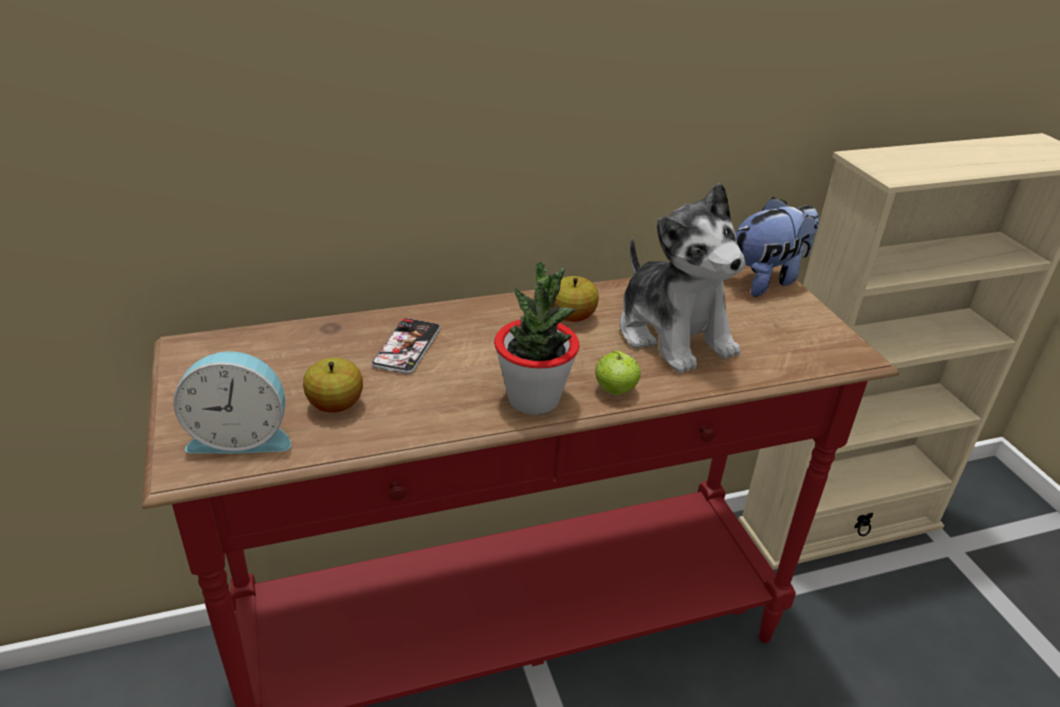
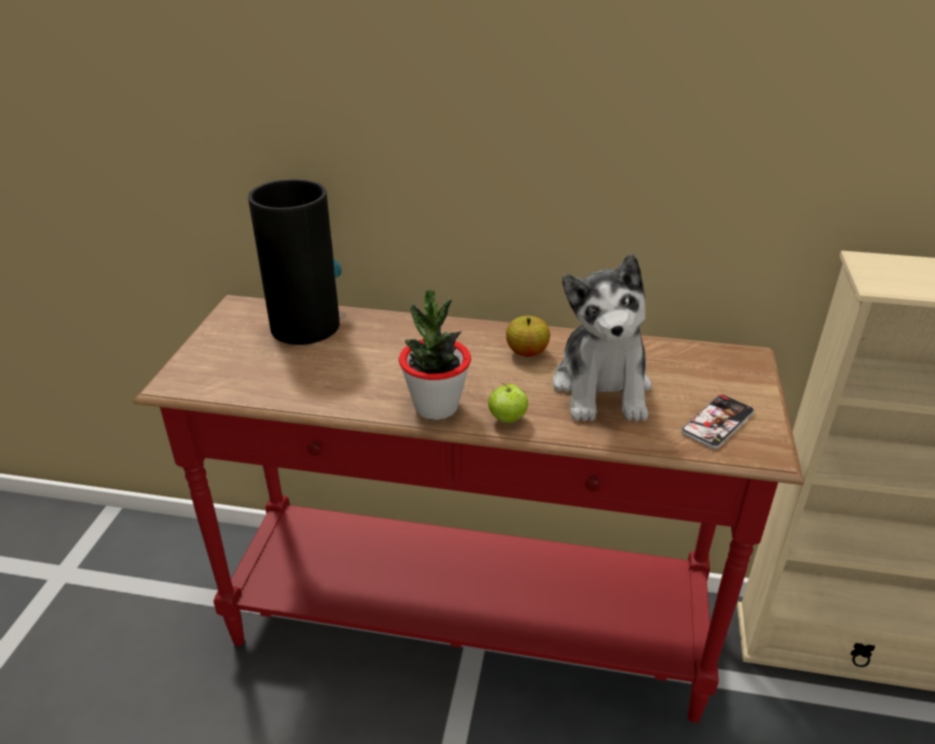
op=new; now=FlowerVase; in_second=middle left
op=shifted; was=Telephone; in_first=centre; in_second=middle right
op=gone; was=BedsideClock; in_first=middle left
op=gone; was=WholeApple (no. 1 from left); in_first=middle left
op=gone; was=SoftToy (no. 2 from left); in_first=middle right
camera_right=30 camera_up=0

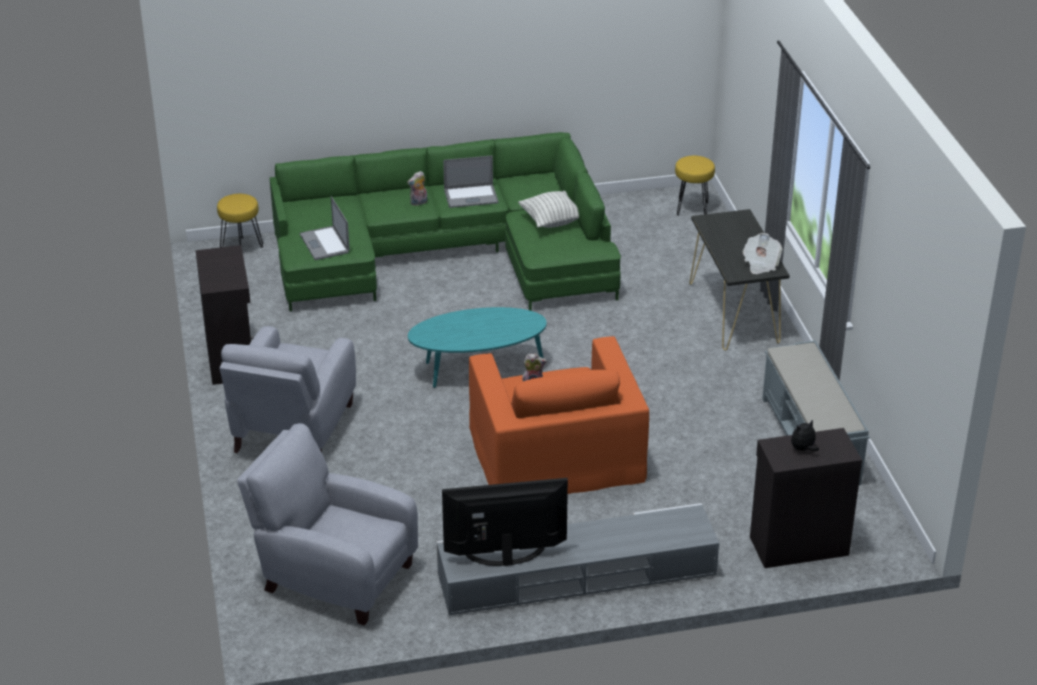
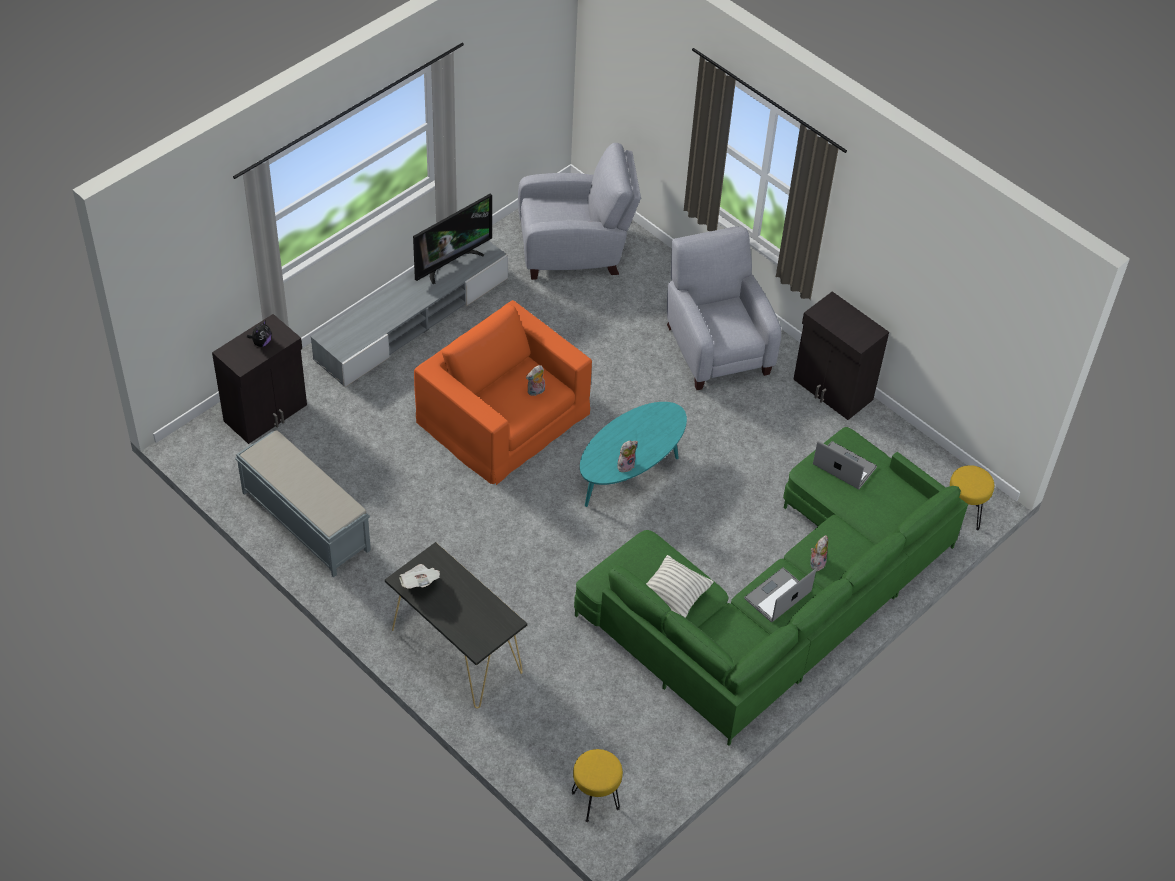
op=new; now=SoftToy (no. 3 from left); in_second=centre
camera_right=145 camera_up=15

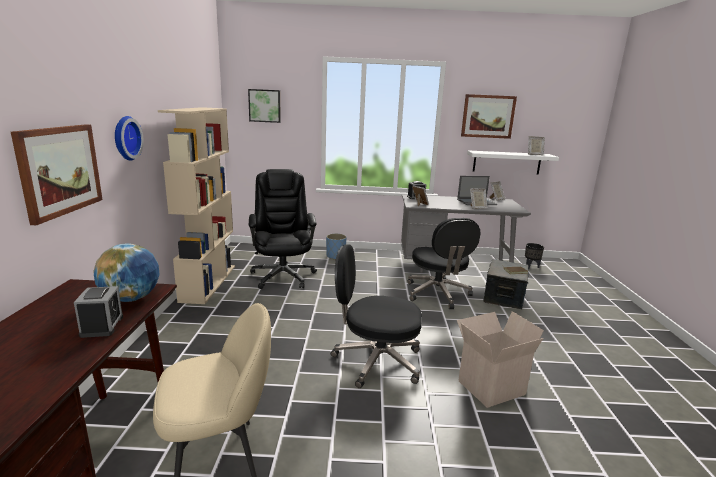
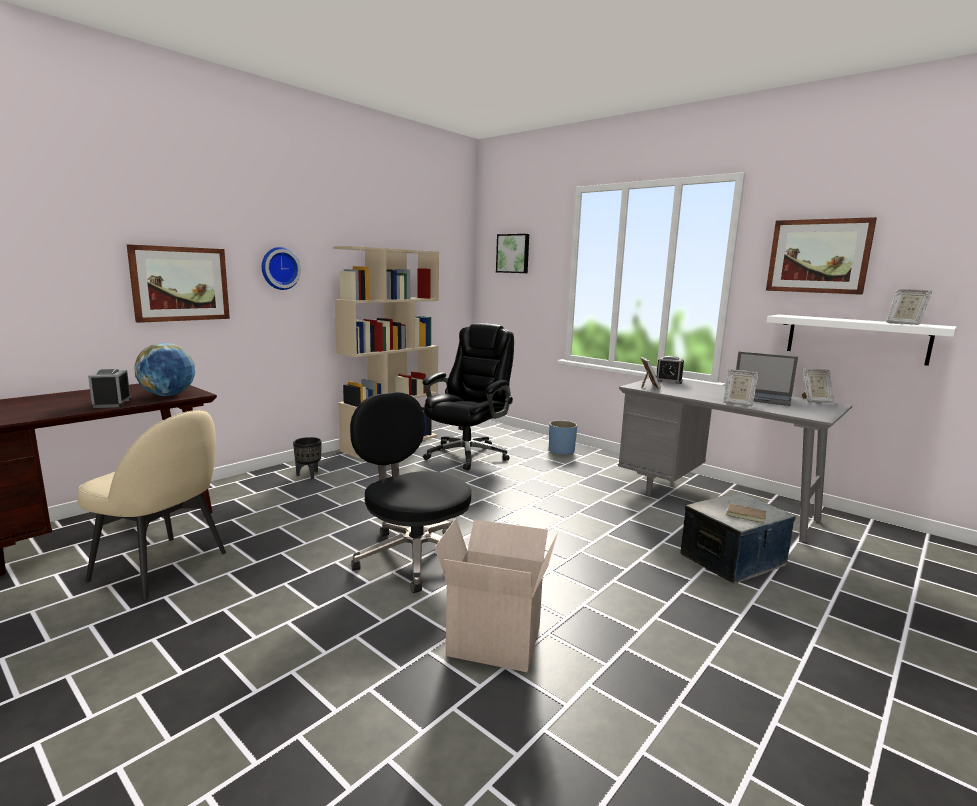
op=rotated; was=BedsideClock (no. 1 from left); in_first=middle left; in_second=middle left; clockwise=135
op=shifted; was=BlackPlantPot; in_first=middle right; in_second=middle left
op=gone; was=BlackOfficeChair (no. 3 from left); in_first=centre
camera_right=40 camera_up=-5

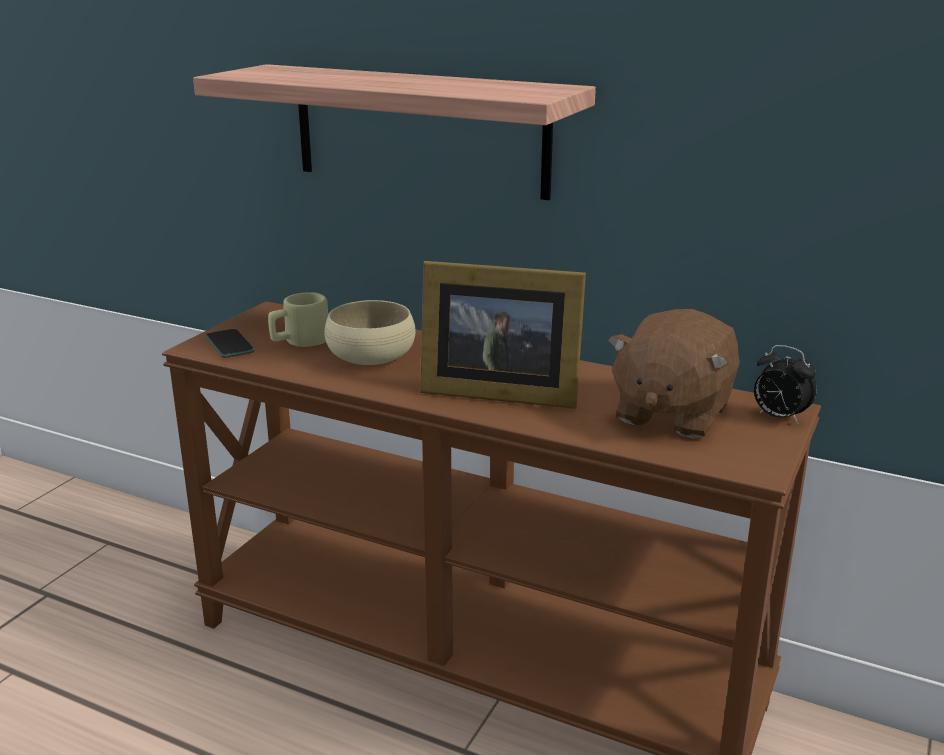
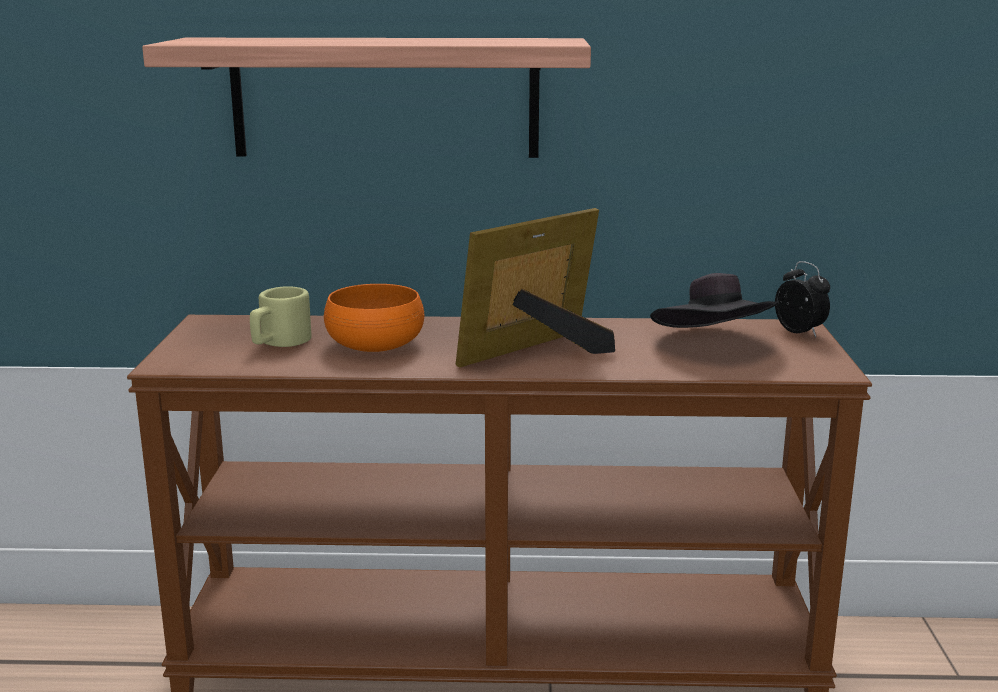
op=repainted; was=SandColouredBowl; now=OrangeyBowl; in_first=centre; in_second=centre
op=rotated; was=PhotoFrame; in_first=centre; in_second=centre; clockwise=150
op=swapped; was=BrownishSoftToy; now=BlackWearableHat; in_first=middle right; in_second=middle right
op=rotated; was=BedsideClock; in_first=middle right; in_second=middle right; clockwise=-135
op=gone; was=Telephone; in_first=middle left
camera_right=-25 camera_up=-5

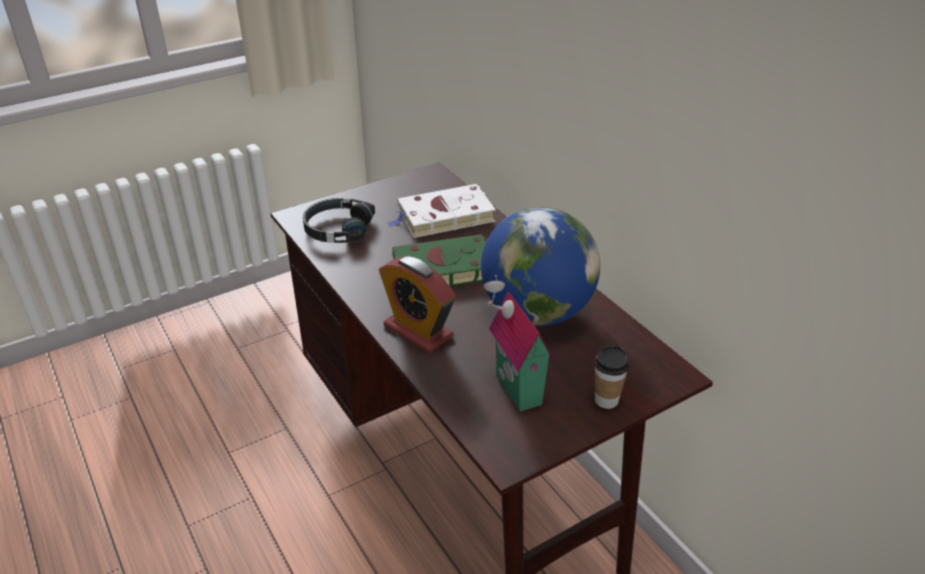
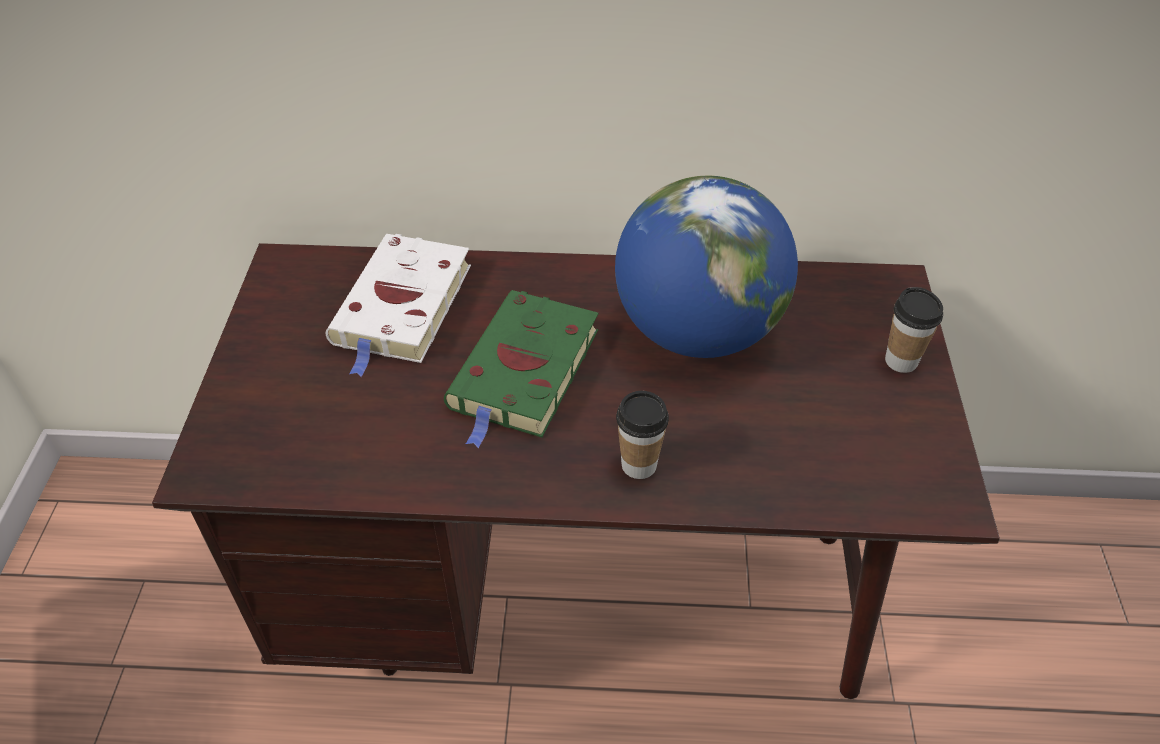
op=swapped; was=BedsideClock; now=SmallCup (no. 1 from left); in_first=centre; in_second=centre
op=gone; was=BlackPairOfHeadphones; in_first=centre
op=gone; was=ToyHouse; in_first=centre
camera_right=-55 camera_up=10

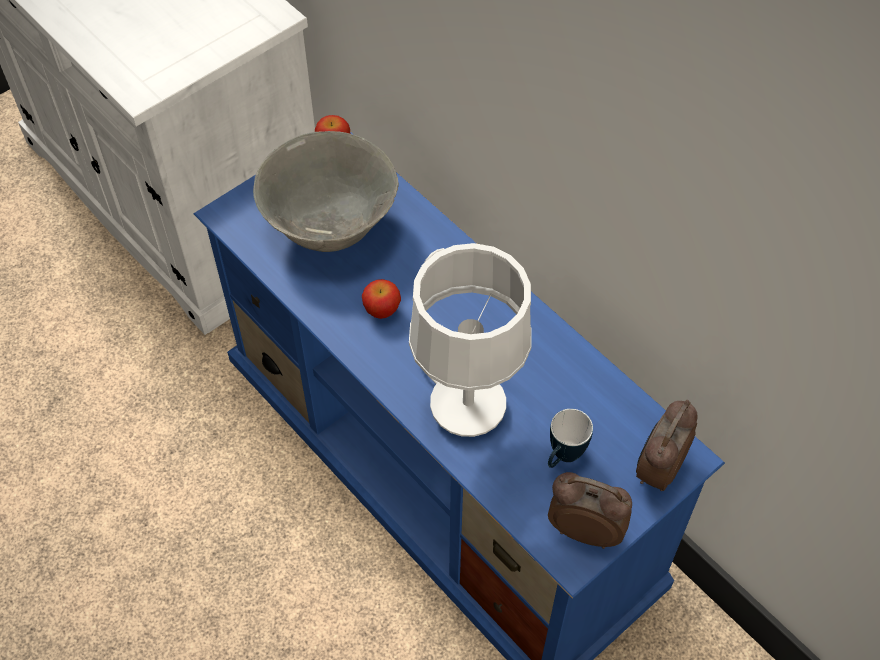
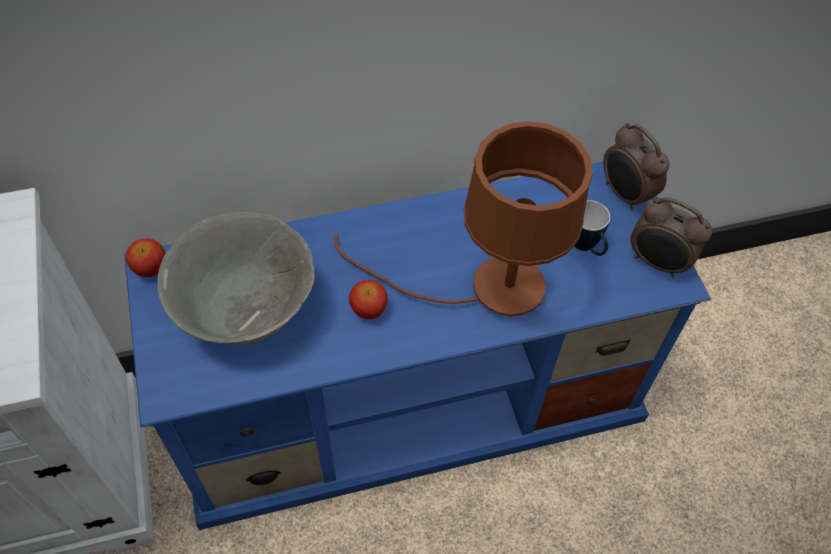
op=repainted; was=WhiteTabletopLamp; now=BrownishTabletopLamp; in_first=centre; in_second=centre
op=rotated; was=BedsideClock (no. 1 from left in the first image); in_first=bottom right; in_second=middle right; clockwise=-105
camera_right=-65 camera_up=0

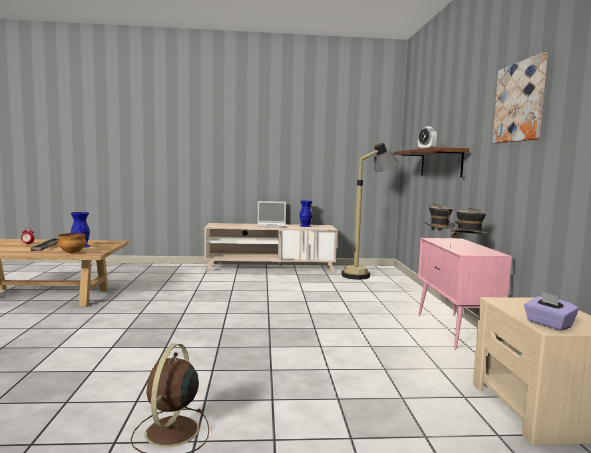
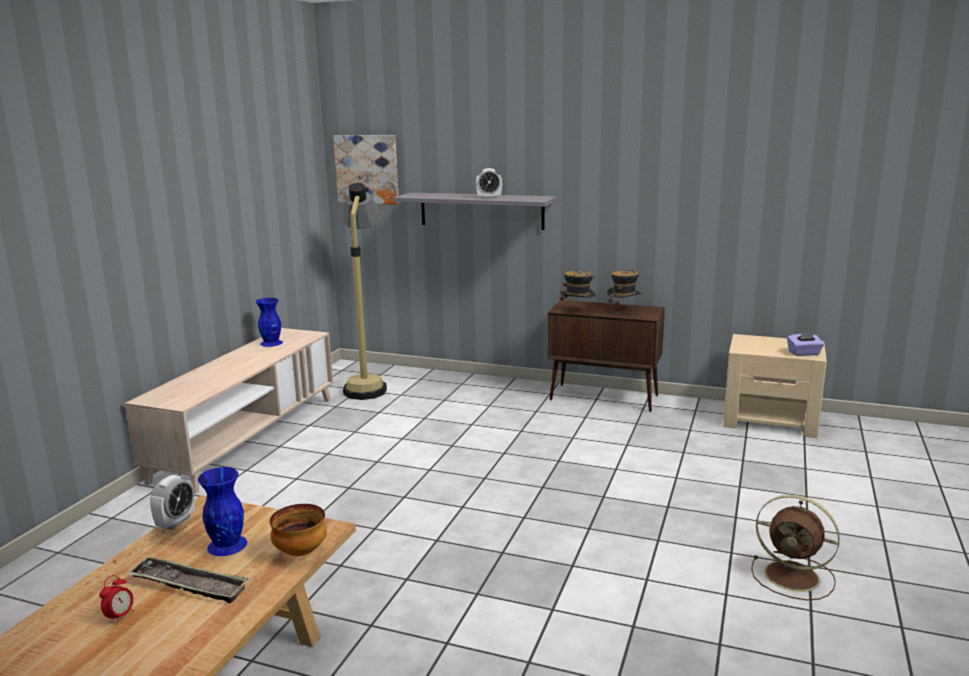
op=new; now=BedsideClock (no. 2 from left); in_second=bottom left
op=shifted; was=Picture; in_first=top right; in_second=top centre
op=repainted; was=BrownishWallShelf; now=GreyishWallShelf; in_first=middle right; in_second=top centre
op=repainted; was=PinkColouredStorageCabinet; now=BrownishStorageCabinet; in_first=middle right; in_second=centre
op=gone; was=Laptop; in_first=centre
camera_right=-65 camera_up=10

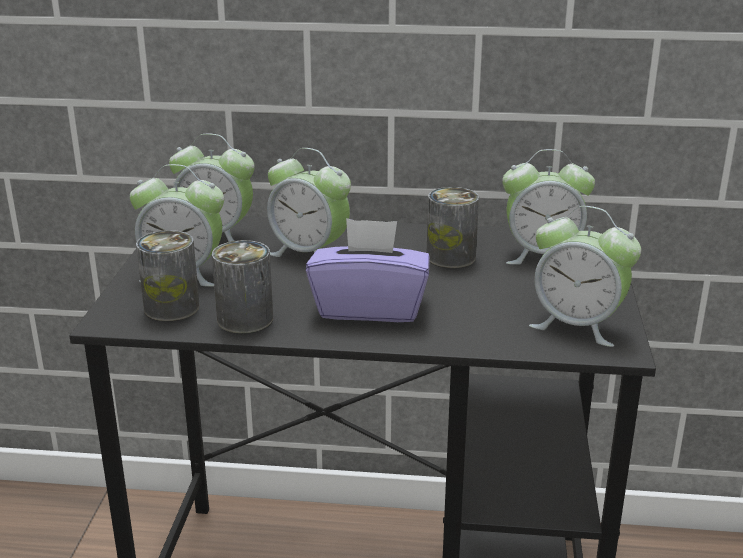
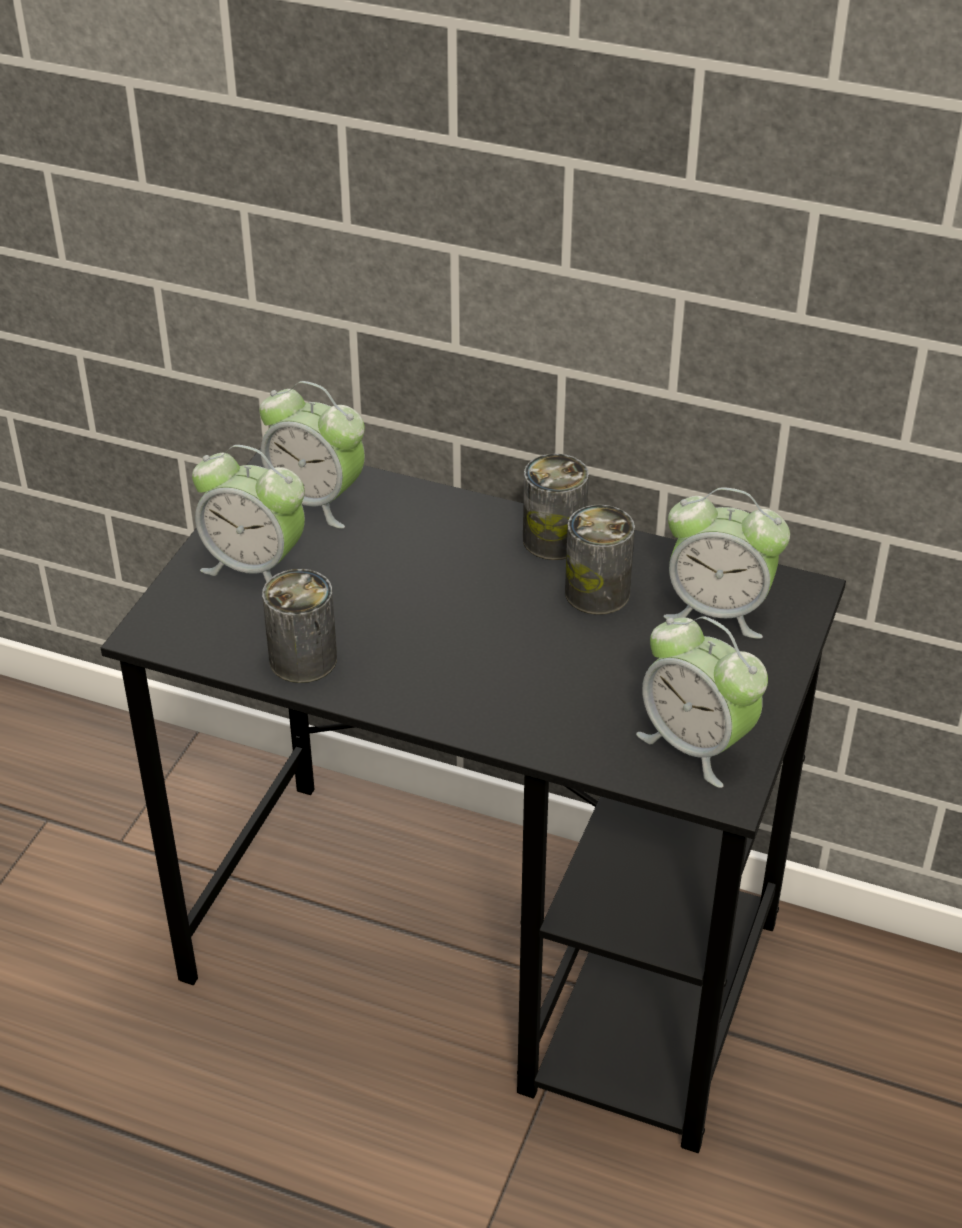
op=shifted; was=Can (no. 1 from left in the first image); now=Can (no. 2 from left); in_first=middle left; in_second=centre
op=gone; was=BedsideClock (no. 3 from left); in_first=centre
op=gone; was=PurpleBoxOfTissues; in_first=centre
camera_right=15 camera_up=15

